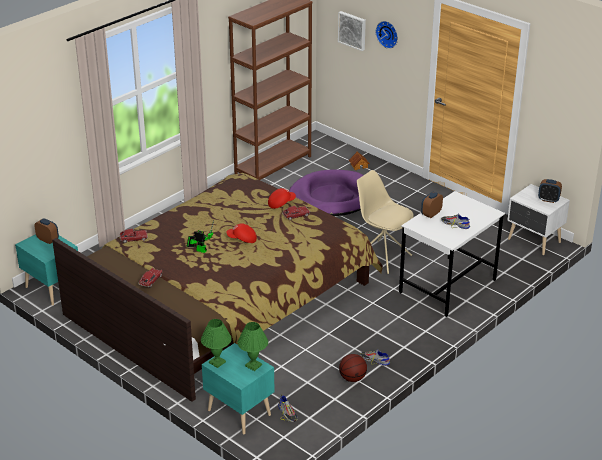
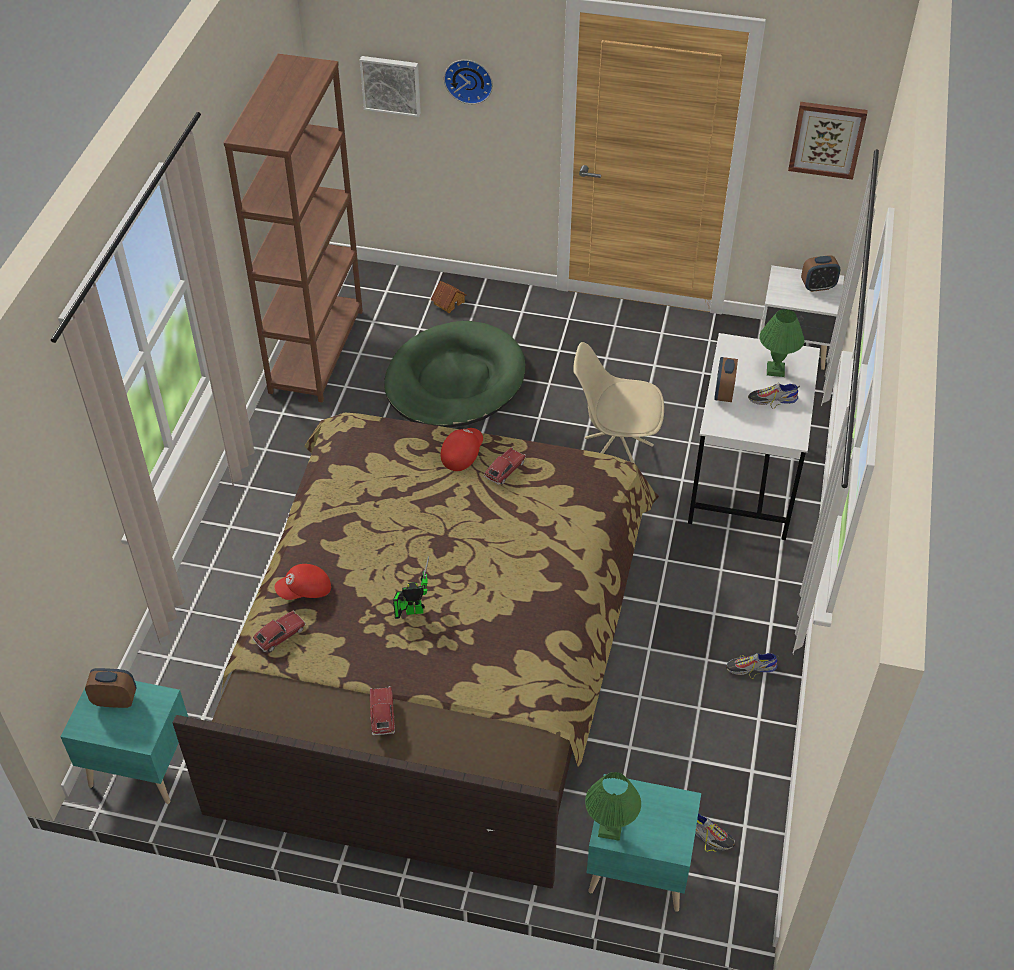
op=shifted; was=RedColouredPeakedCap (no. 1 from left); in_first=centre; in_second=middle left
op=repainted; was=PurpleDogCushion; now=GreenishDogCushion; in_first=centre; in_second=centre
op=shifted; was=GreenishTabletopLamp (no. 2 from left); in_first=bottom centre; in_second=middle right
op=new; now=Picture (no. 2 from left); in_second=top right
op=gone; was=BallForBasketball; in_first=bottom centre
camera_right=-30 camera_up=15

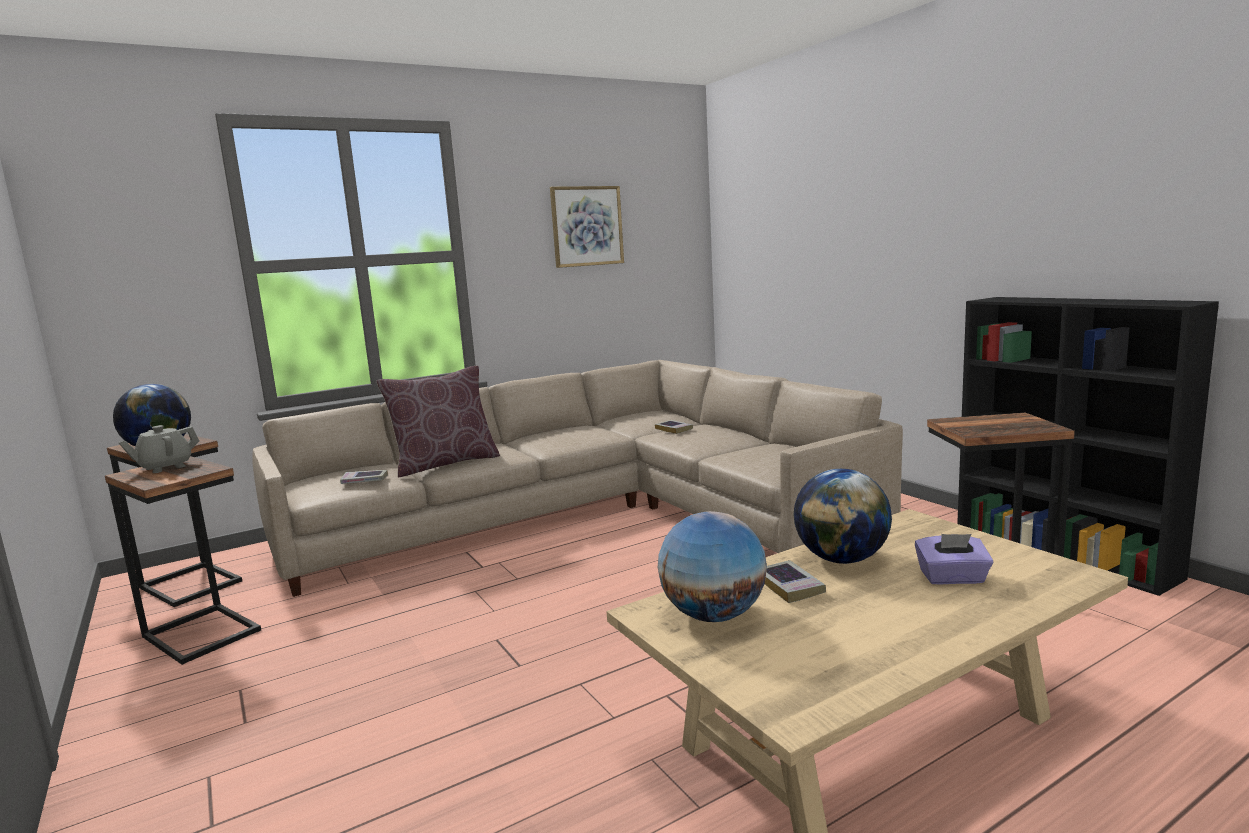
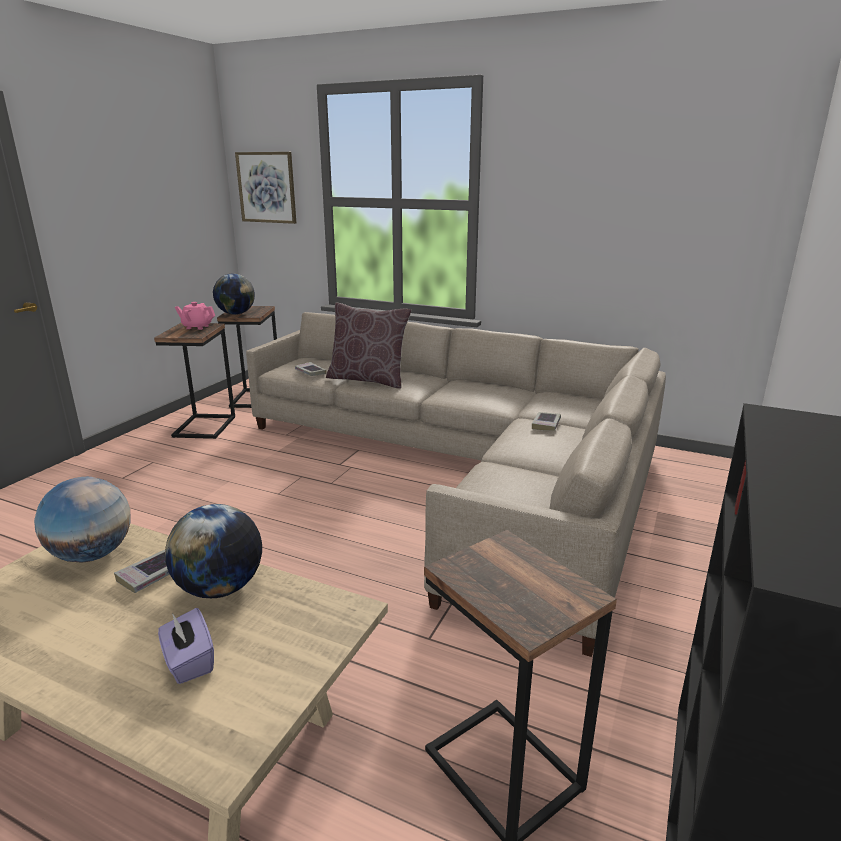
op=repainted; was=GreyishTeapot; now=PinkColouredTeapot; in_first=middle left; in_second=middle left
op=shifted; was=Picture; in_first=top centre; in_second=top left
camera_right=55 camera_up=10

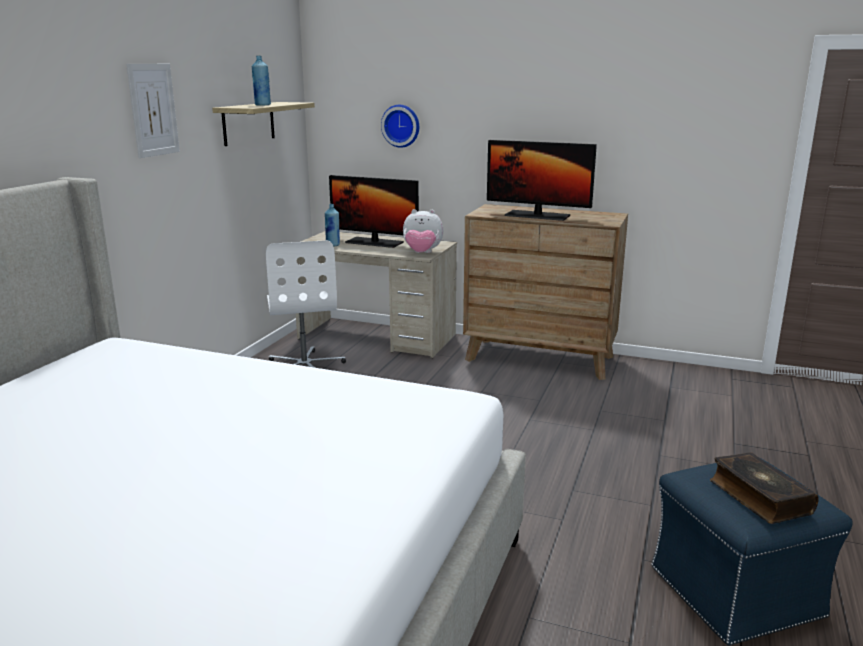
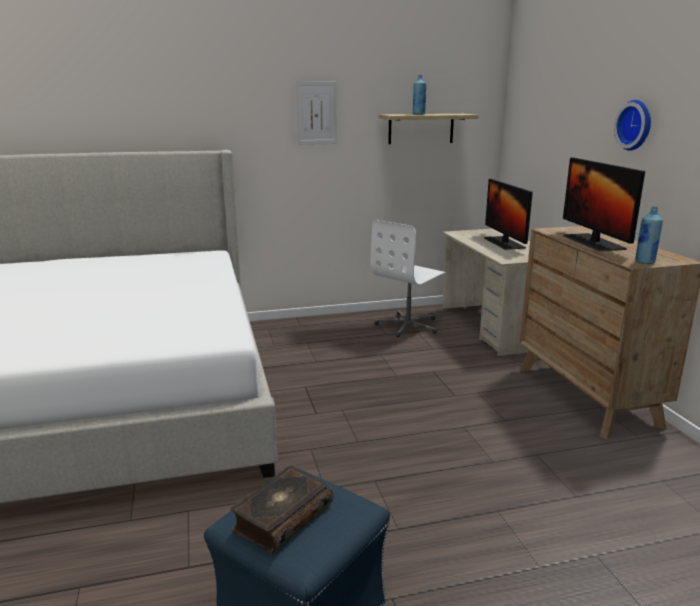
op=shifted; was=ClockOnTheWall; in_first=top centre; in_second=top right
op=shifted; was=BluishBottle (no. 2 from left); in_first=centre; in_second=middle right
op=gone; was=SoftToy; in_first=centre
camera_right=55 camera_up=0

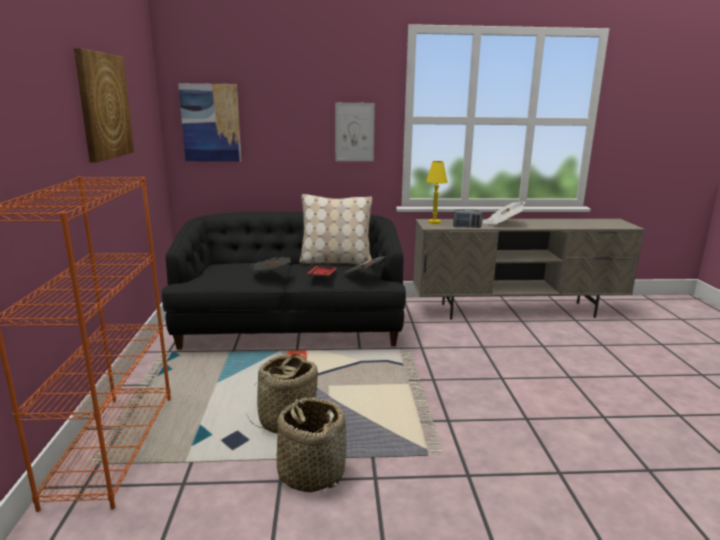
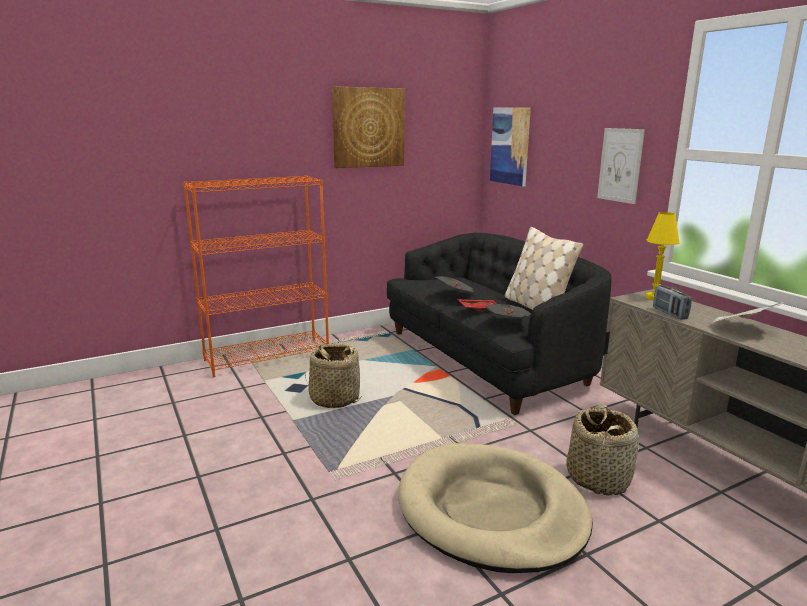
op=new; now=SandColouredDogCushion; in_second=bottom centre
op=shifted; was=StorageBasket (no. 2 from left); in_first=bottom centre; in_second=bottom right
camera_right=65 camera_up=0

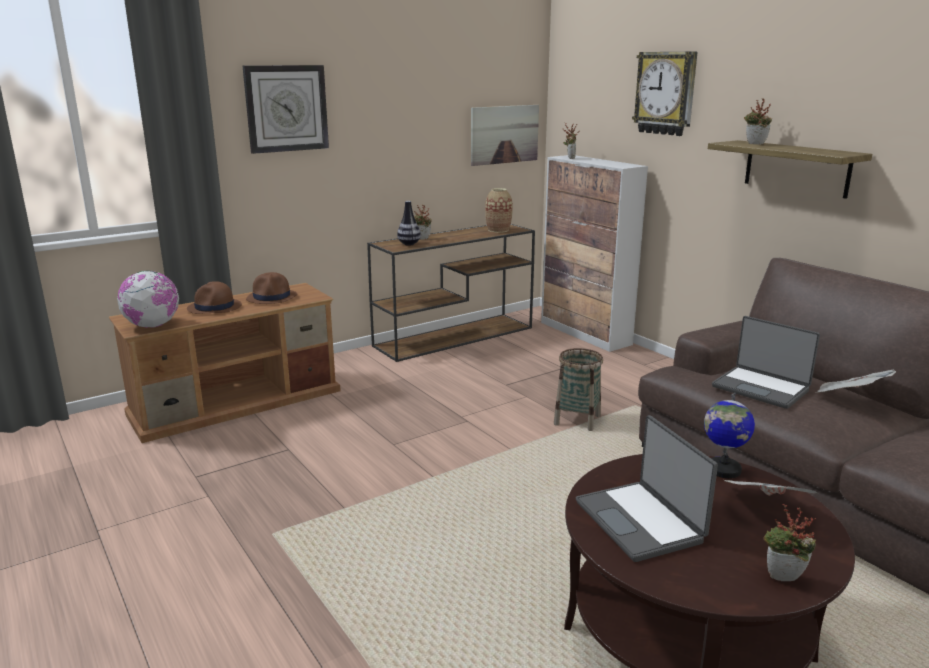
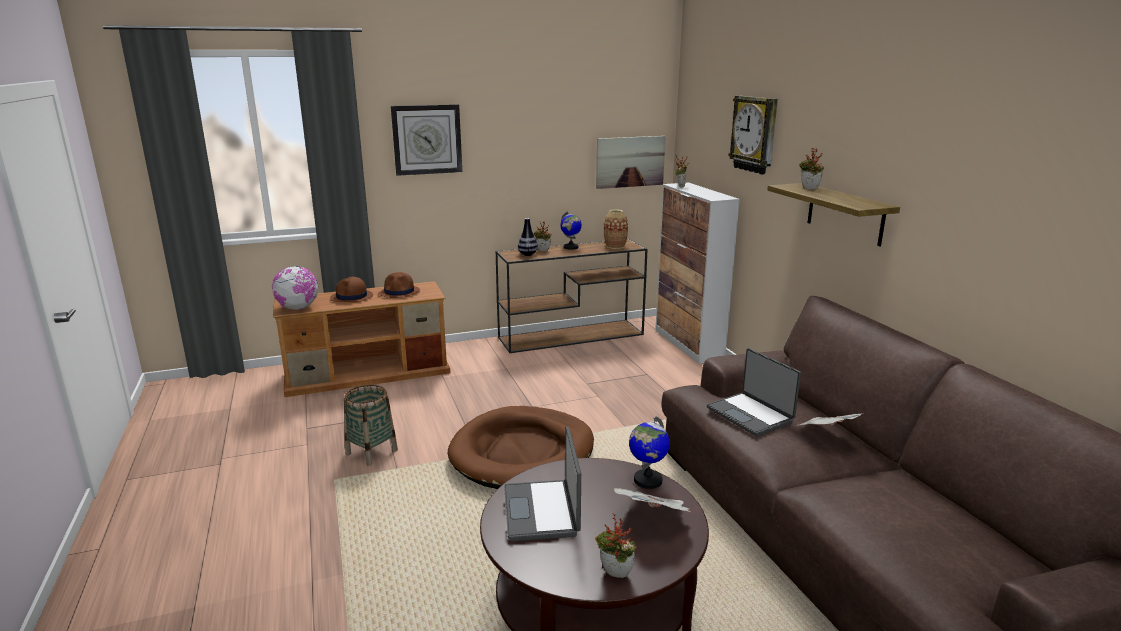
op=shifted; was=StorageBasket; in_first=centre; in_second=bottom left
op=new; now=BrownishDogCushion; in_second=bottom centre
op=new; now=DeskGlobe (no. 2 from left); in_second=centre
camera_right=15 camera_up=0

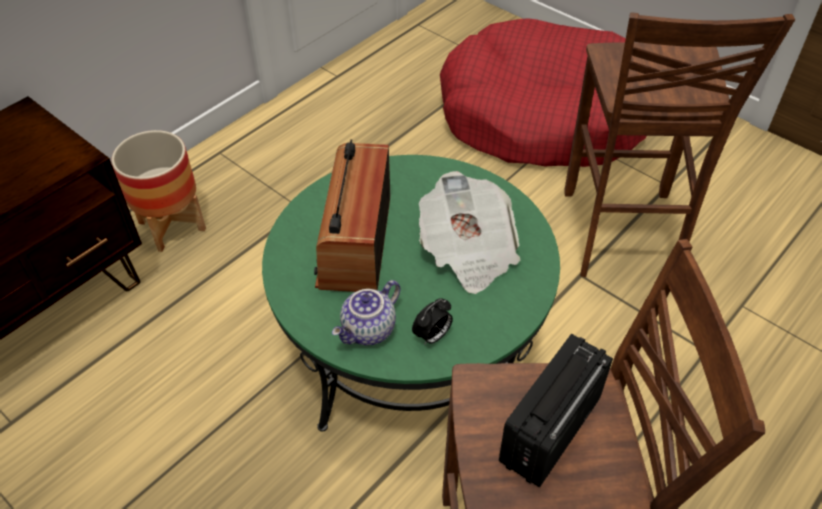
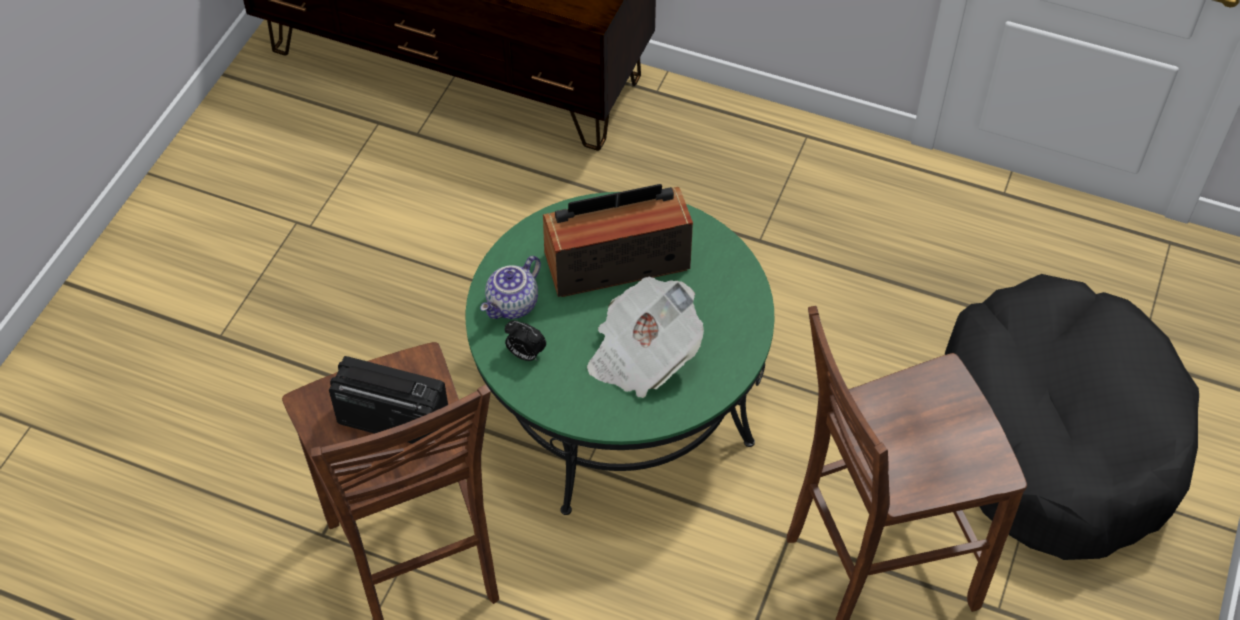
op=rotated; was=Teapot; in_first=centre; in_second=centre; clockwise=-75
op=repainted; was=RedColouredDogCushion; now=BlackDogCushion; in_first=top centre; in_second=bottom right
op=gone; was=PlantPot; in_first=middle left
camera_right=70 camera_up=5

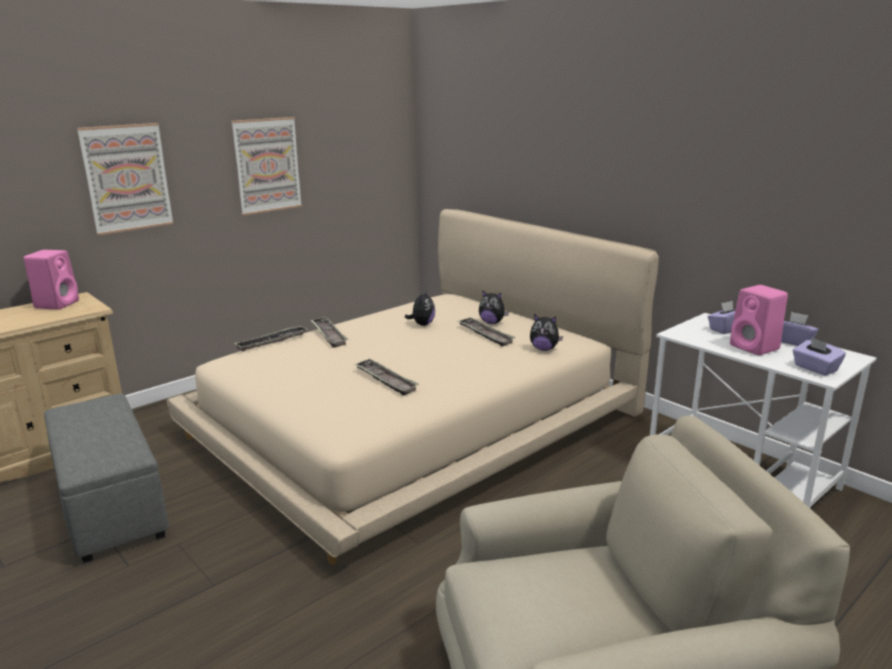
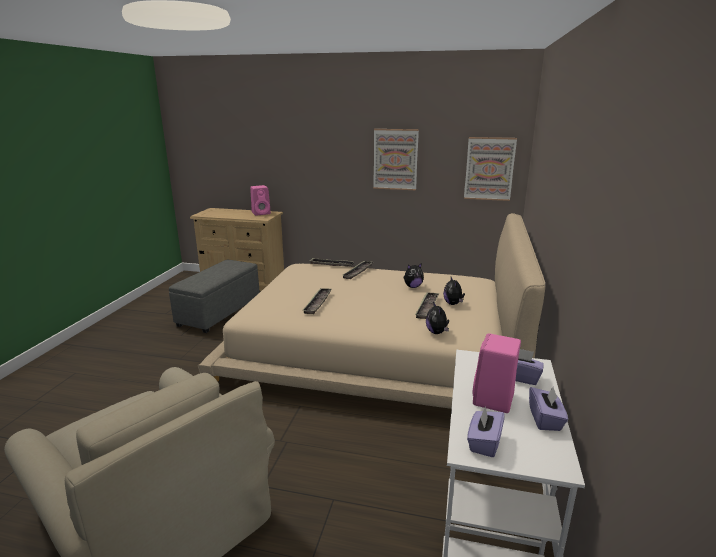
op=shifted; was=Picture (no. 1 from left in the first image); now=Picture (no. 2 from left); in_first=top left; in_second=top right
camera_right=55 camera_up=0

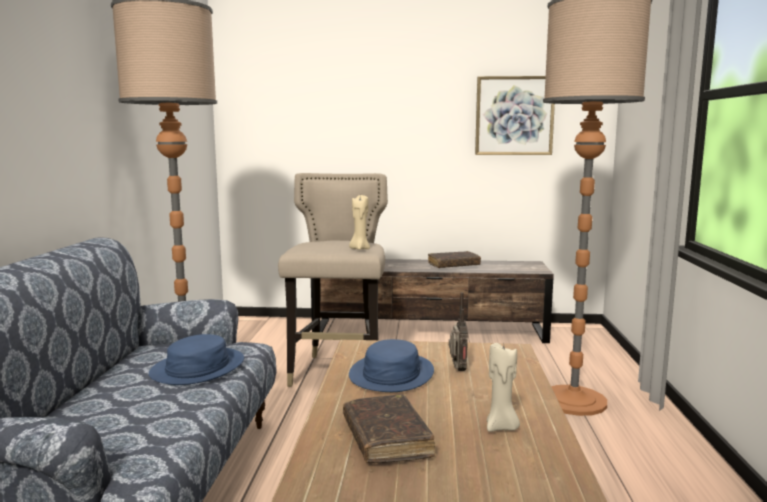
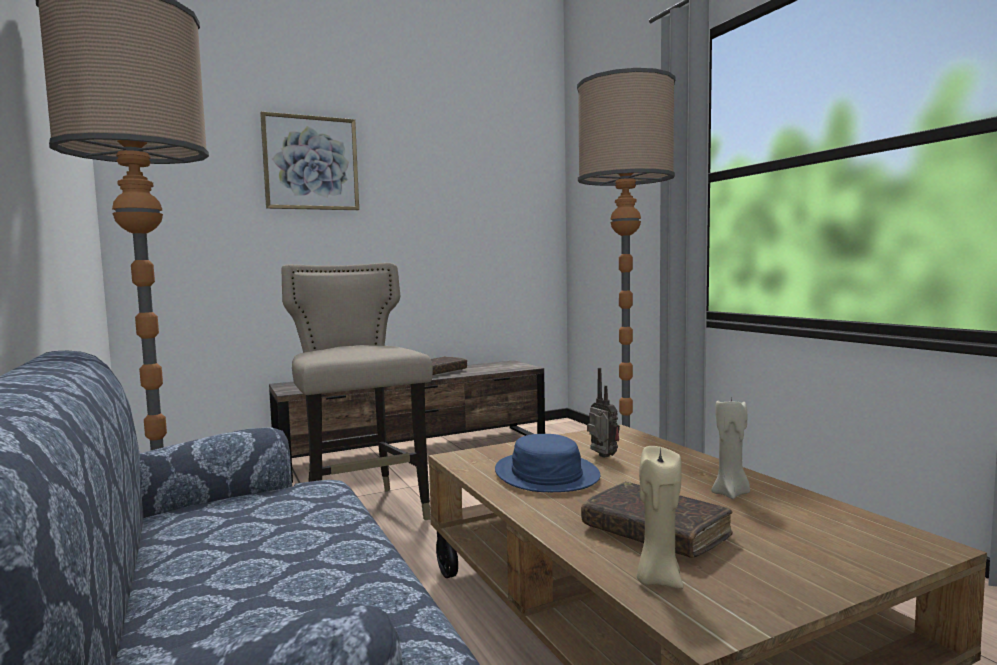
op=shifted; was=Picture; in_first=top right; in_second=top left
op=shifted; was=SandColouredCandle (no. 1 from left); in_first=centre; in_second=bottom centre
op=gone; was=BluishWearableHat (no. 1 from left); in_first=bottom left
camera_right=-30 camera_up=-5

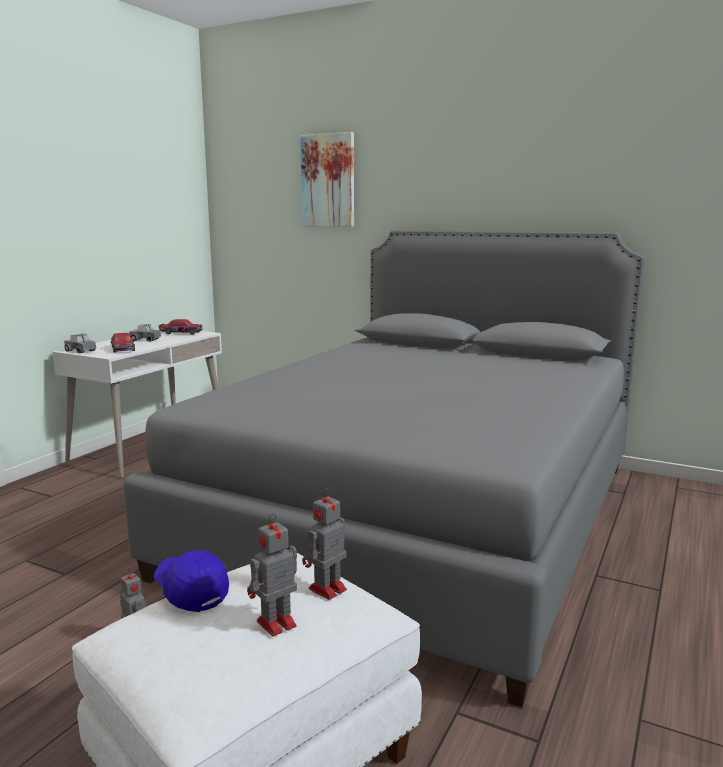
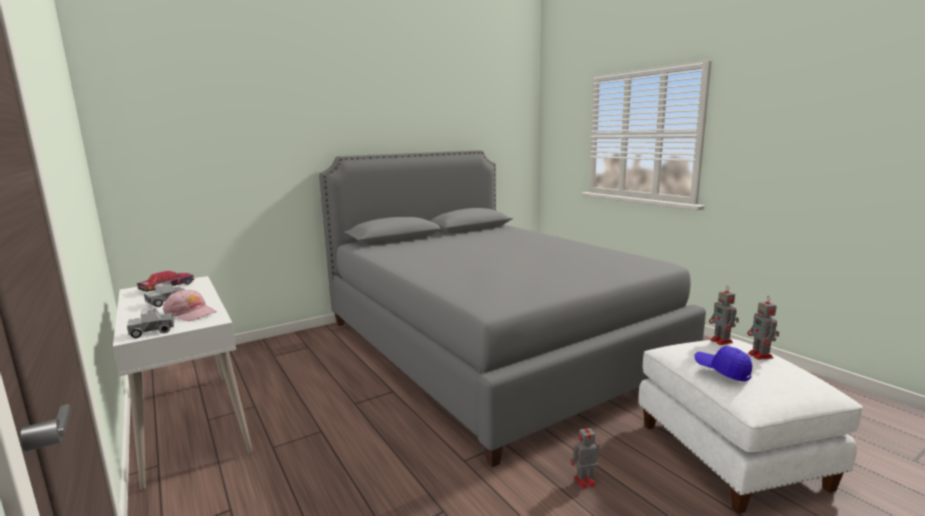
op=swapped; was=MiniatureCar (no. 1 from left); now=PinkColouredPeakedCap; in_first=middle left; in_second=middle left
op=rotated; was=BluishPeakedCap; in_first=bottom left; in_second=bottom right; clockwise=60
op=gone; was=Picture; in_first=top centre
camera_right=-60 camera_up=0

